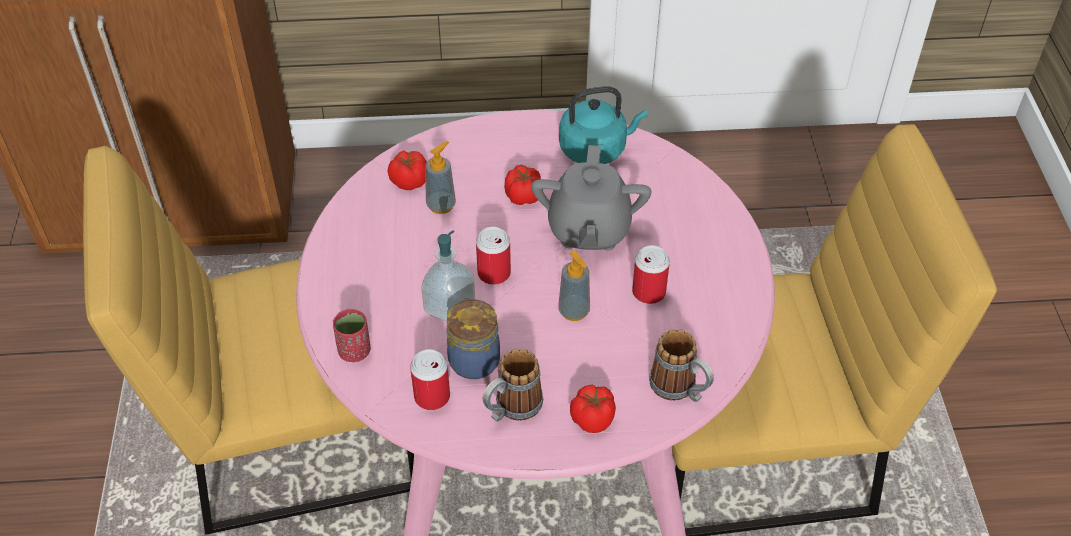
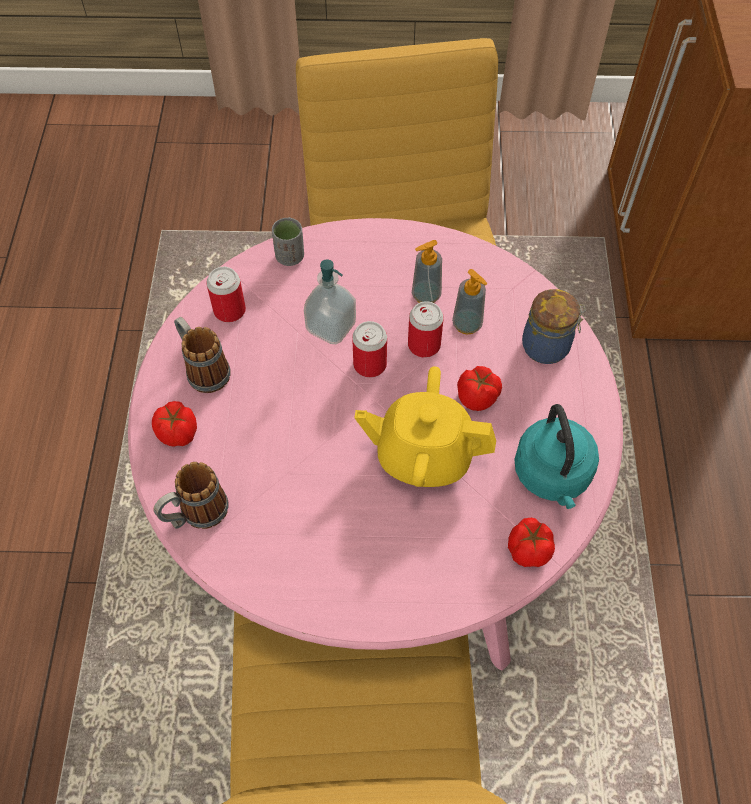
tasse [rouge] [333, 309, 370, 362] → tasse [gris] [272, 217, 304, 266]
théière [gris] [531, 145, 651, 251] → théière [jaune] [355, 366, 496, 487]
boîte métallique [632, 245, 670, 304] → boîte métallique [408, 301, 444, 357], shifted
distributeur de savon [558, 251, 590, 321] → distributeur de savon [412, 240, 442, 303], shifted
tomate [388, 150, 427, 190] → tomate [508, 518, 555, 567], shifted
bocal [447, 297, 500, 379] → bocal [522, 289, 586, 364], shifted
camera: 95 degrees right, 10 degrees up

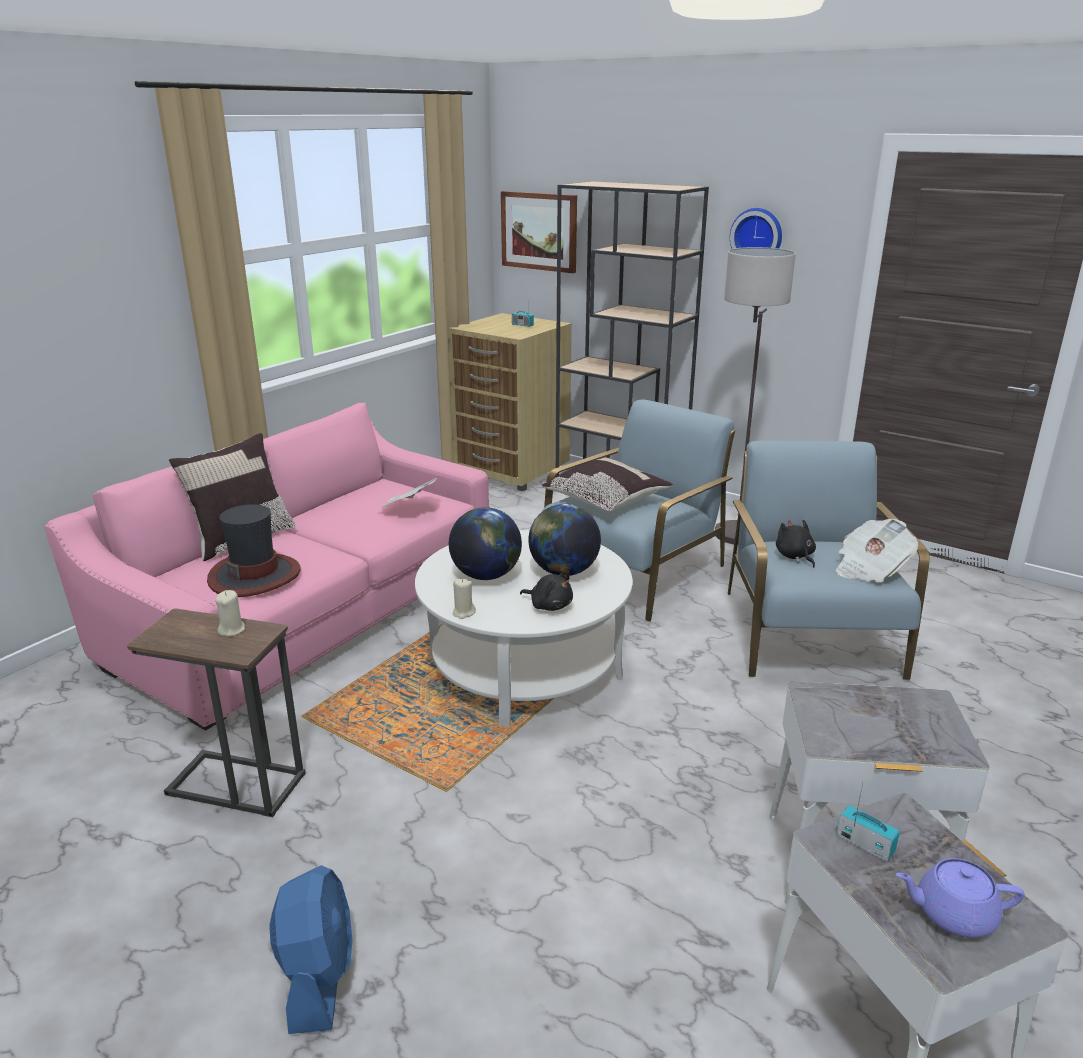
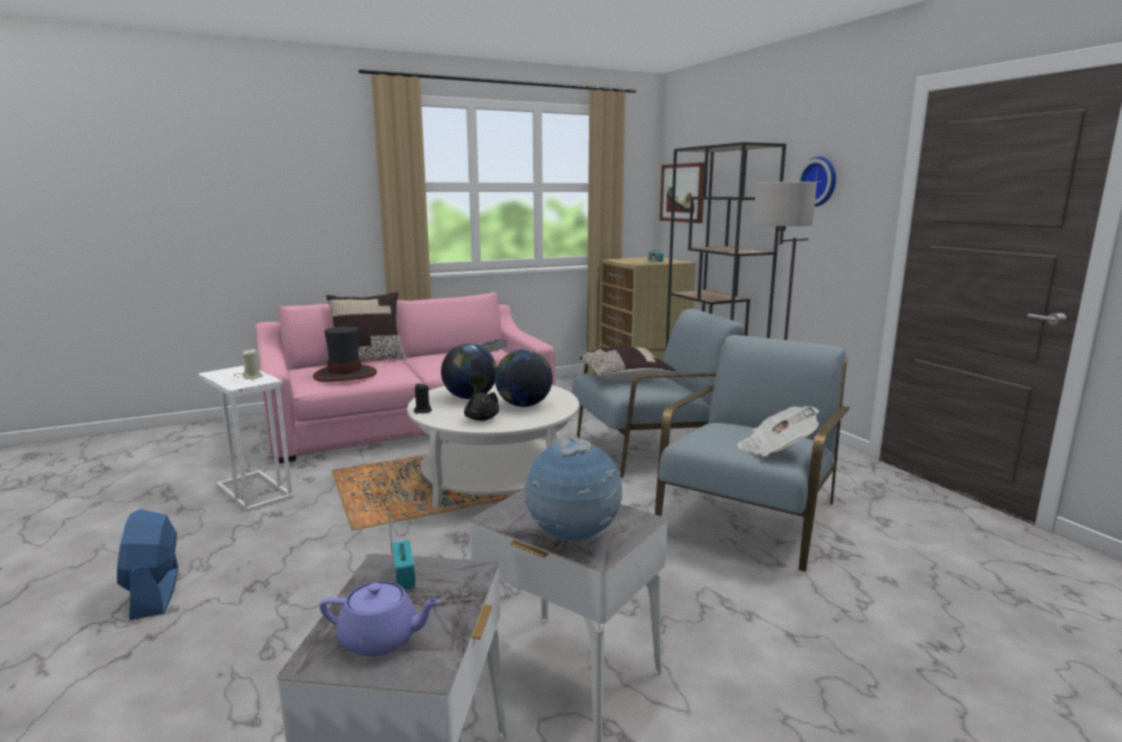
ventilateur [bleu] [269, 865, 353, 1034] → ventilateur [bleu] [117, 509, 178, 620], 135 degrees clockwise
table d'appoint [marron] [127, 608, 306, 817] → table d'appoint [blanc] [198, 366, 294, 512]
théière [violet] [896, 858, 1024, 938] → théière [violet] [320, 581, 441, 656], 150 degrees clockwise
bougie [beige] [453, 579, 476, 619] → bougie [noir] [414, 383, 432, 414]
- → globe [523, 437, 622, 543]
peluche [noir] [776, 520, 816, 567] → -
camera: 30 degrees right, 10 degrees down

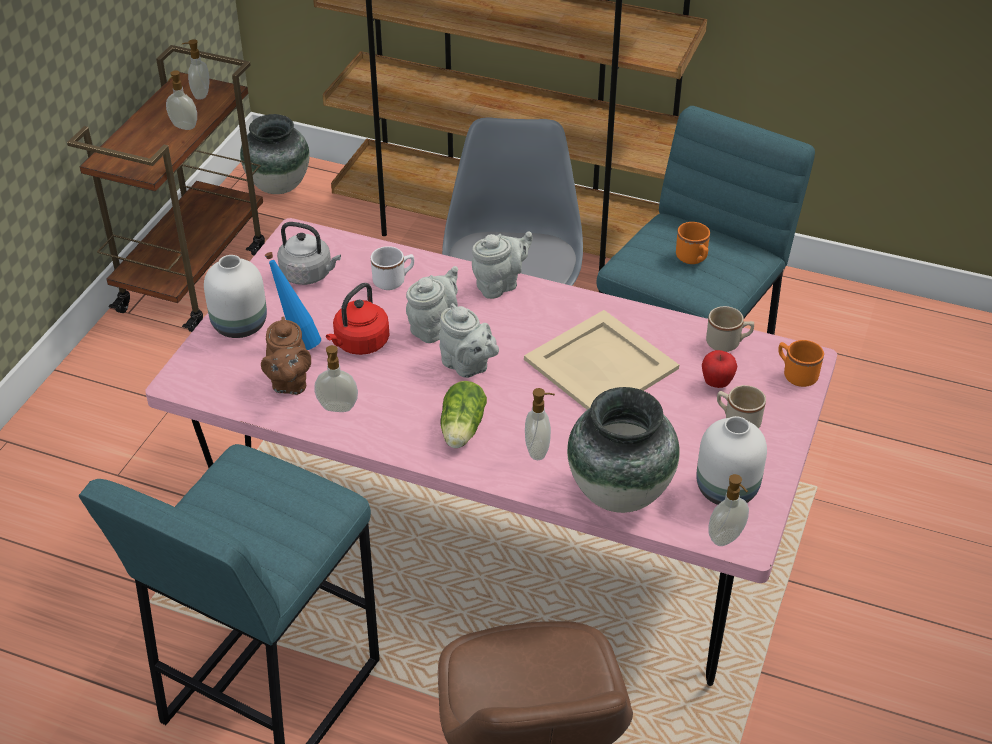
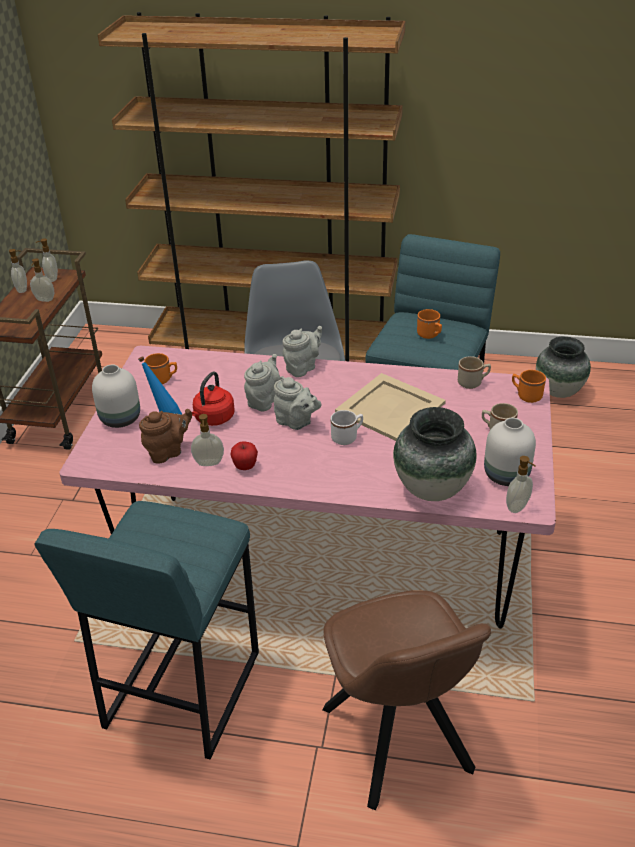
distributeur de savon [525, 388, 555, 460] → distributeur de savon [9, 249, 27, 293], shifted
théière [marron] [261, 316, 311, 395] → théière [marron] [139, 409, 192, 463], 105 degrees counterclockwise
bouilloire [gris] [277, 222, 341, 285] → mug [orange] [144, 353, 177, 384]
pomme [702, 350, 737, 388] → pomme [230, 441, 258, 470], shifted
mug [blanc] [371, 246, 414, 290] → mug [blanc] [331, 410, 363, 445], shifted
vase [240, 114, 310, 194] → vase [536, 336, 591, 398], shifted
laitue [441, 381, 487, 448] → -
camera: 10 degrees left, 5 degrees down

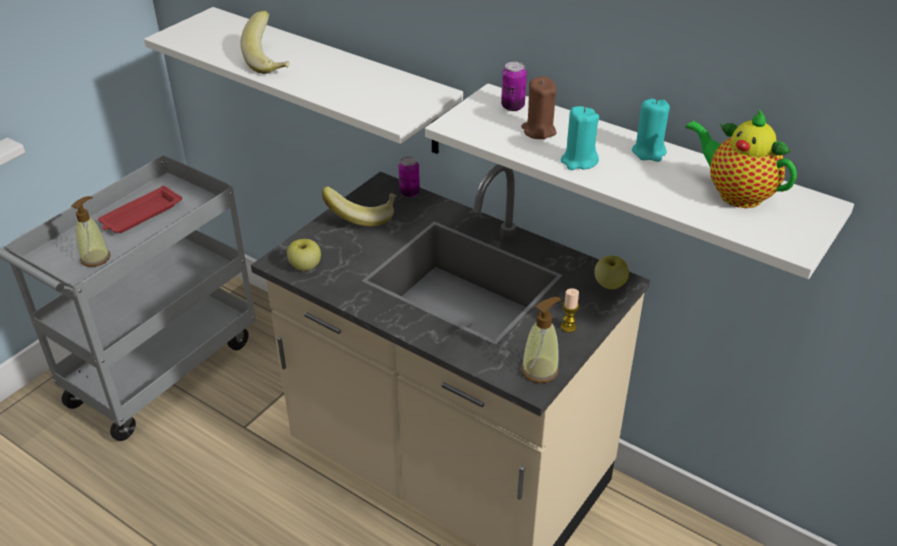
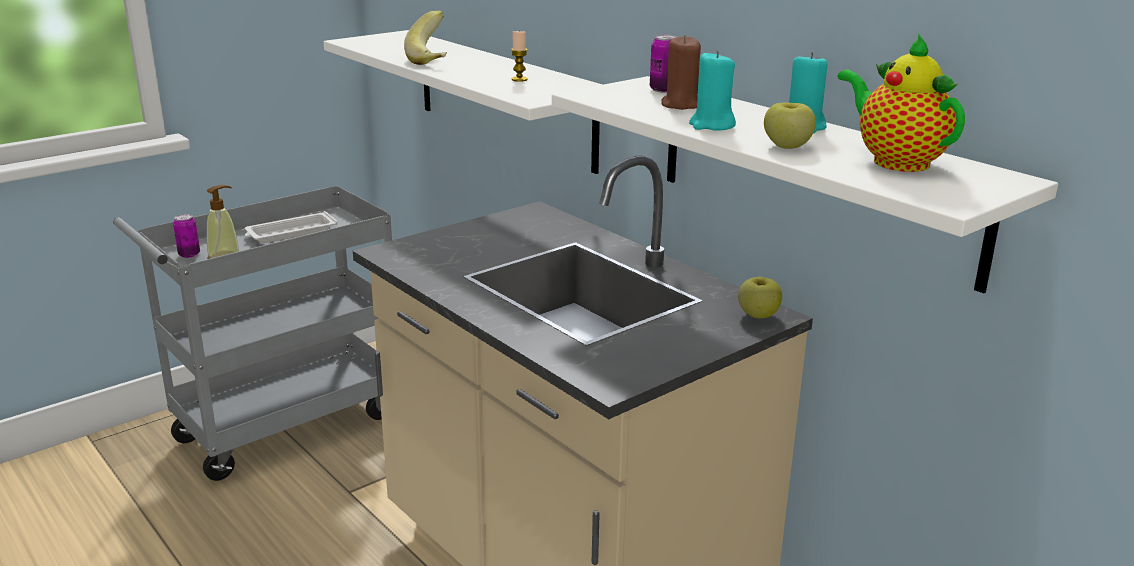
boîte métallique [399, 156, 420, 198] → boîte métallique [173, 214, 200, 258], shifted
plateau [rouge] [98, 185, 182, 233] → plateau [blanc] [245, 211, 338, 243]
bougie [561, 288, 579, 332] → bougie [511, 31, 528, 82], shifted
pomme [287, 239, 321, 271] → pomme [764, 103, 816, 149], shifted
banane [322, 187, 397, 226] → -
distributeur de savon [521, 297, 562, 383] → -
camera: 15 degrees right, 15 degrees down

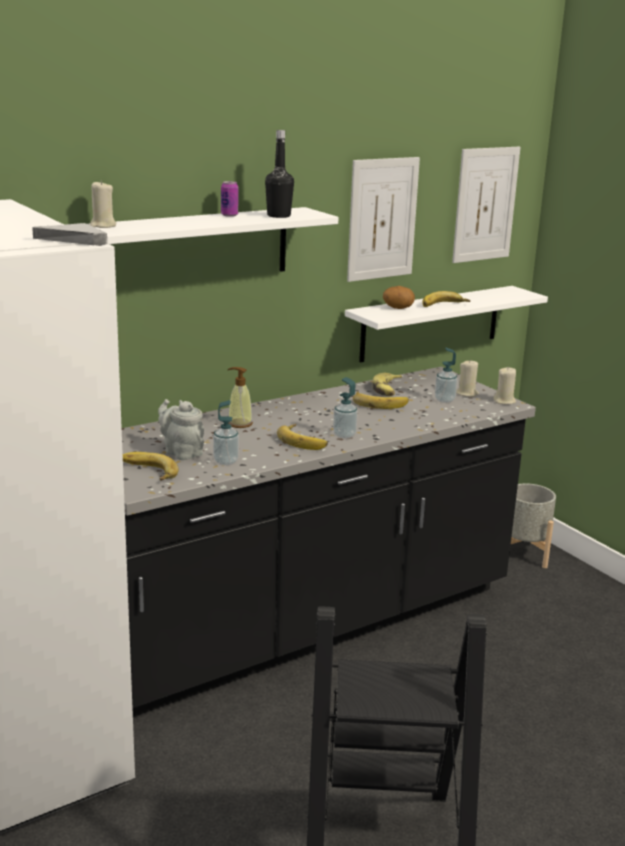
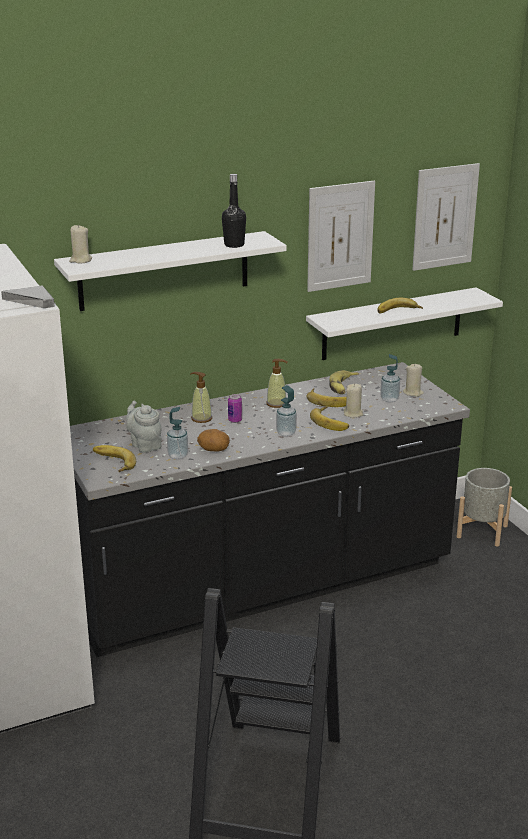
pomme de terre [383, 286, 415, 309] → pomme de terre [197, 429, 230, 452], shifted
boîte métallique [221, 181, 238, 217] → boîte métallique [228, 394, 242, 423], shifted
- → distributeur de savon [266, 359, 288, 408]
banane [277, 424, 328, 450] → banane [310, 407, 349, 431], shifted
bougie [beige] [493, 367, 516, 405] → bougie [beige] [344, 384, 363, 418], shifted
camera: 10 degrees right, 5 degrees up

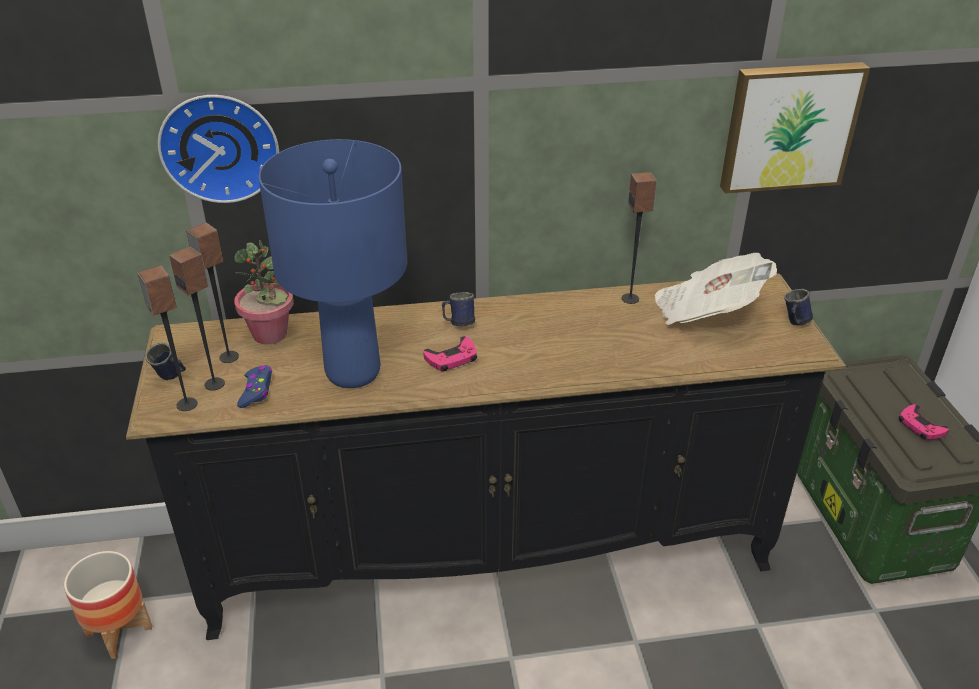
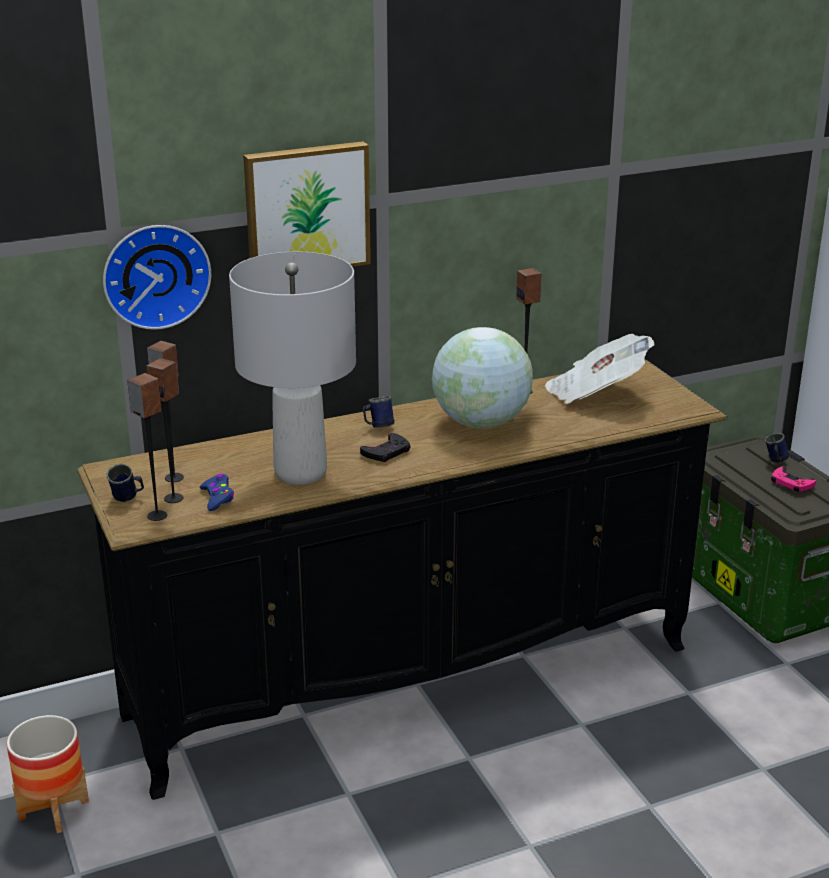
lampe de table [bleu] [258, 139, 407, 388] → lampe de table [gris] [229, 252, 356, 485]
tableau [720, 62, 870, 194] → tableau [243, 141, 371, 267], shifted
manette [rose] [423, 336, 477, 372] → manette [noir] [360, 433, 411, 462]
- → globe [432, 327, 533, 429]
mug [bleu] [784, 289, 813, 325] → mug [bleu] [765, 433, 789, 463], shifted
plante en pot [234, 239, 294, 345] → -
camera: 15 degrees left, 10 degrees down

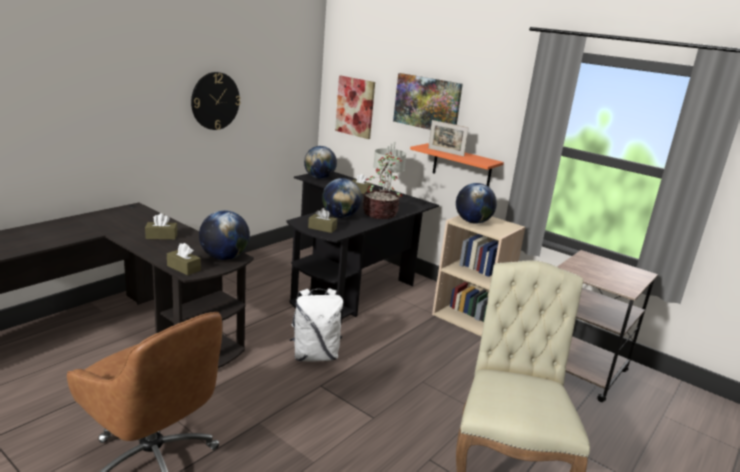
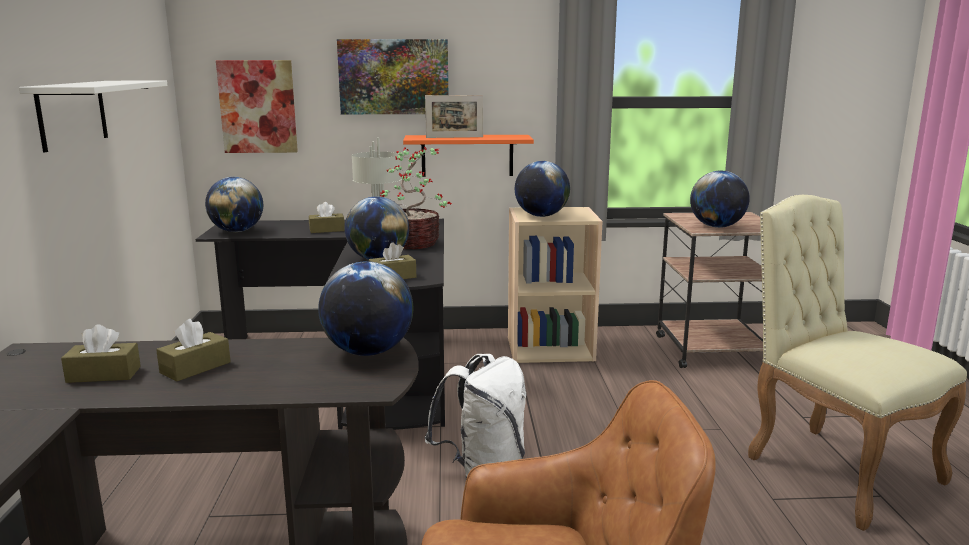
horloge murale [191, 72, 241, 130] → étagère [blanc] [19, 81, 167, 152]
boîte à mouchoirs [marron] [167, 243, 201, 276] → boîte à mouchoirs [marron] [61, 325, 141, 383], shifted
- → globe [690, 171, 750, 228]
camera: 40 degrees left, 5 degrees down

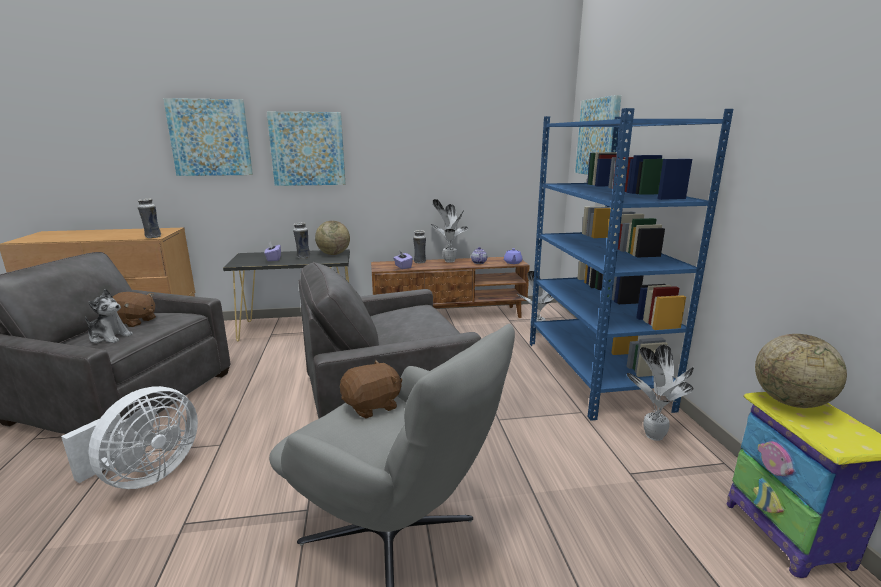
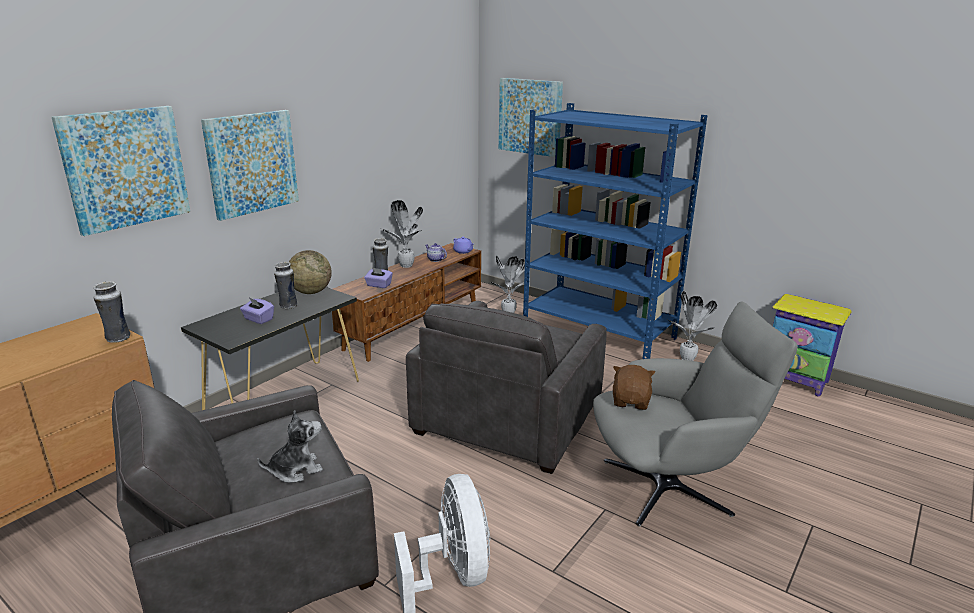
peluche [marron] [113, 292, 156, 327] → -
globe [755, 334, 847, 408] → -
camera: 45 degrees left, 5 degrees up

